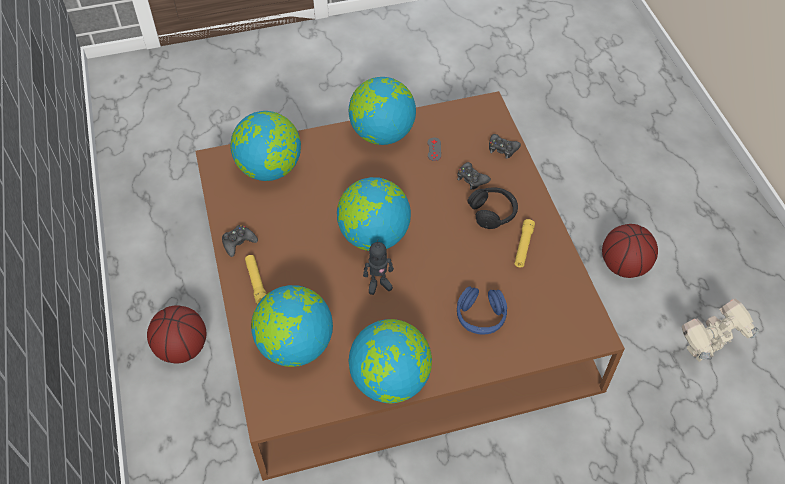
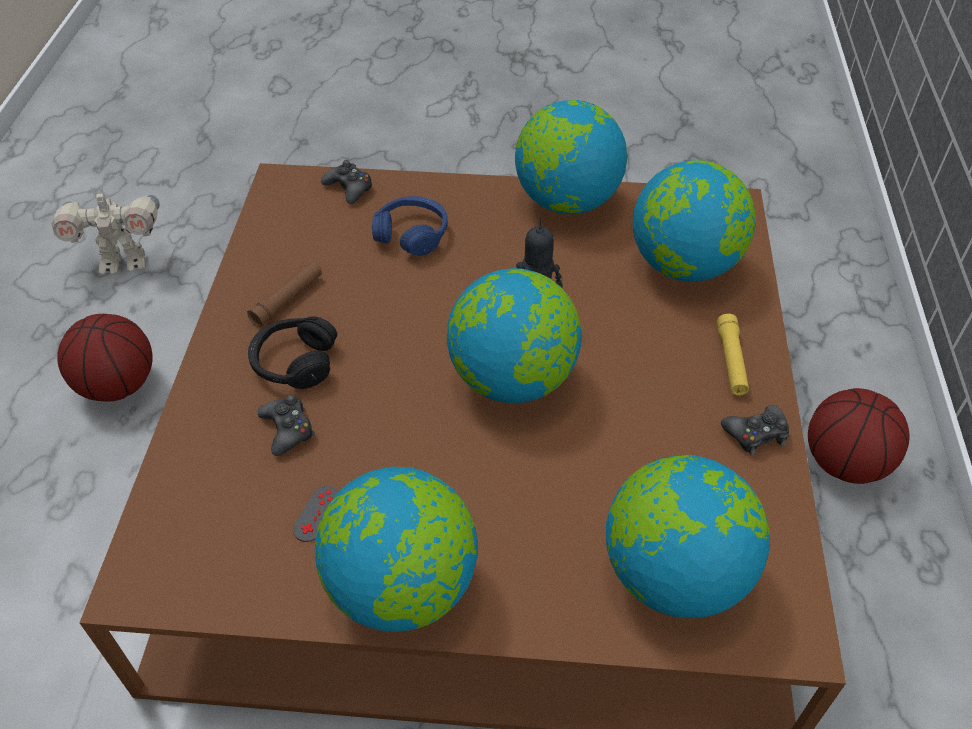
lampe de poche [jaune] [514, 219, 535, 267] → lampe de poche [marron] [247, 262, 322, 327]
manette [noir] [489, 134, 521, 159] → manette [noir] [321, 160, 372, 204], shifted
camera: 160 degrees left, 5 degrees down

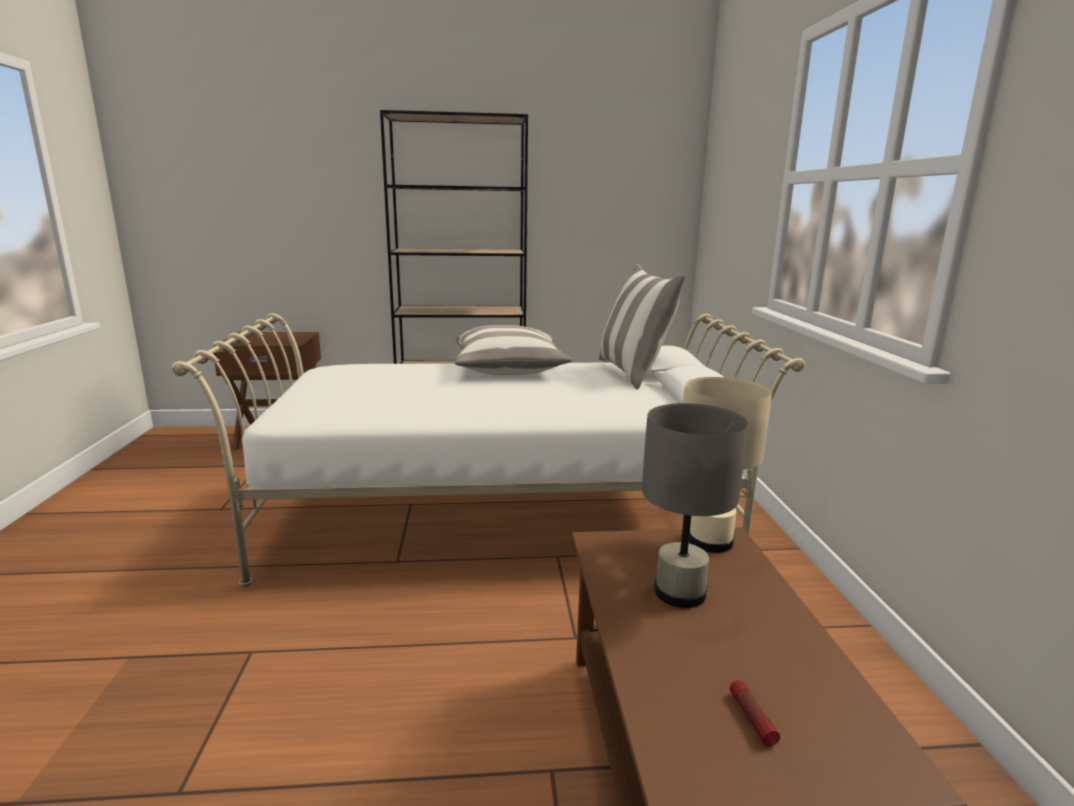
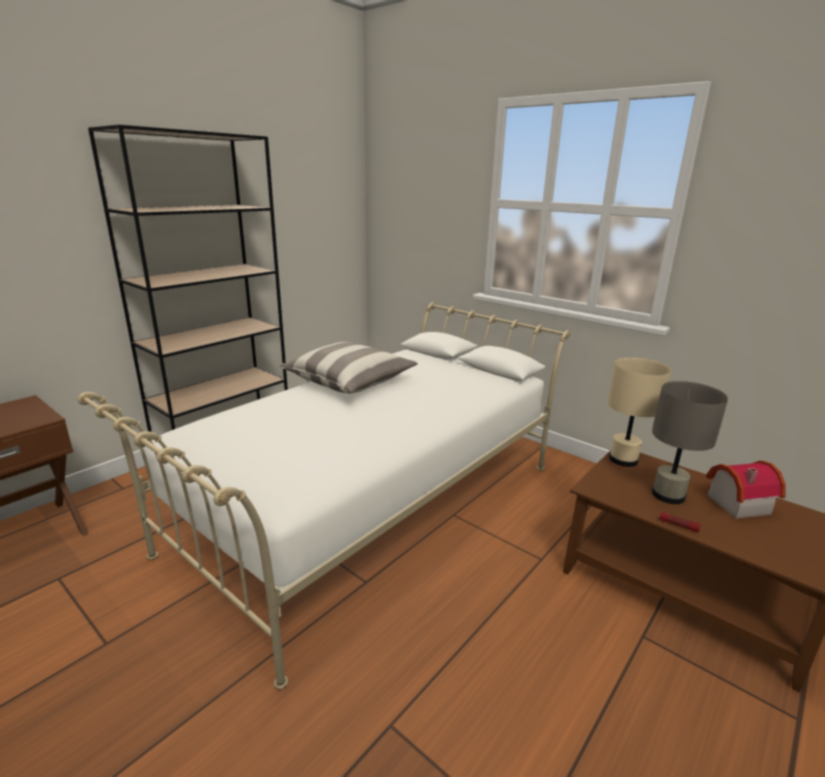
lampe de poche [730, 680, 780, 746] → lampe de poche [659, 512, 701, 533], shifted
- → maison miniature [706, 460, 786, 519]
coussin [599, 264, 685, 389] → -
camera: 45 degrees left, 5 degrees up

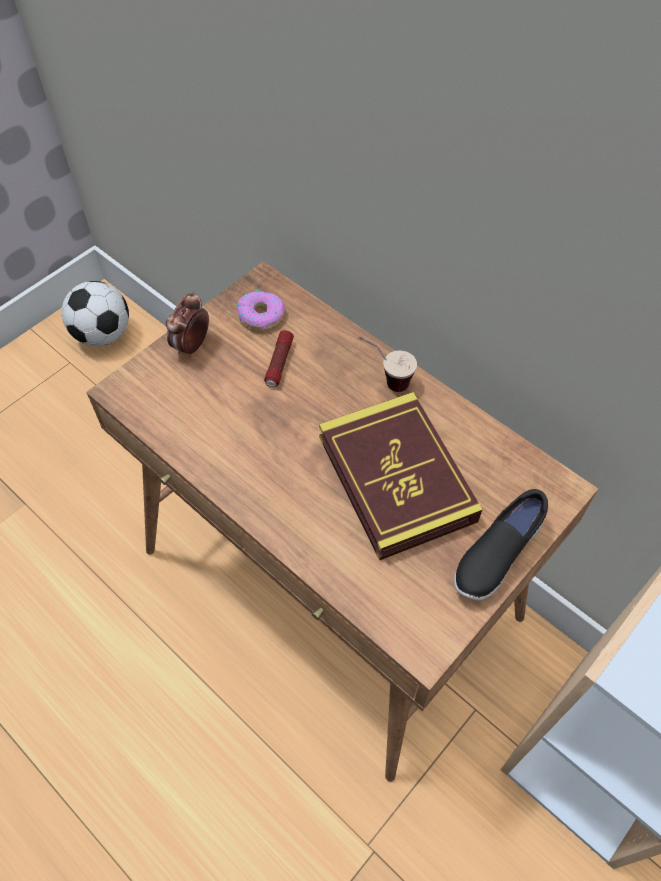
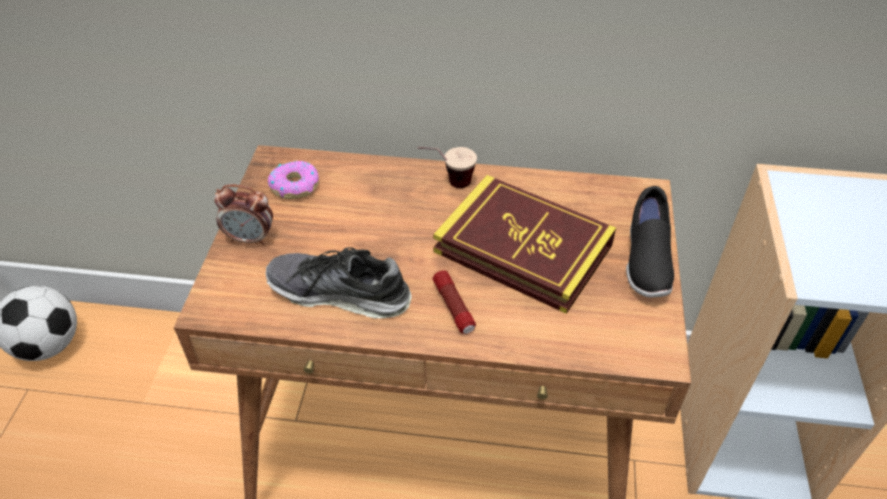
réveil [166, 292, 209, 357] → réveil [214, 184, 273, 245], 75 degrees counterclockwise
- → chaussure [266, 247, 412, 318]
lampe de poche [264, 330, 294, 387] → lampe de poche [433, 270, 476, 334], shifted
camera: 35 degrees left, 10 degrees down

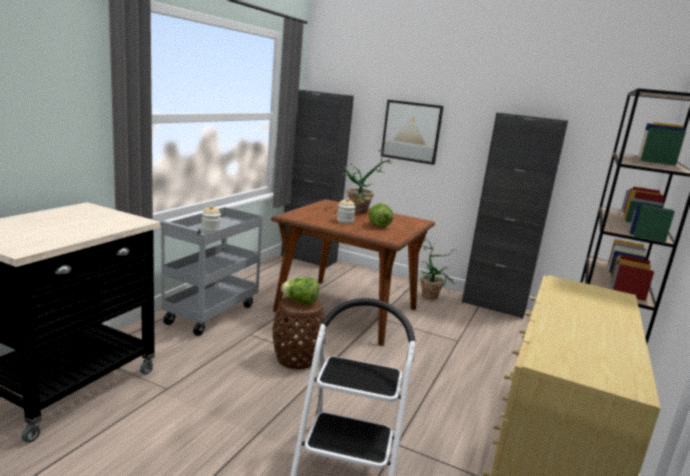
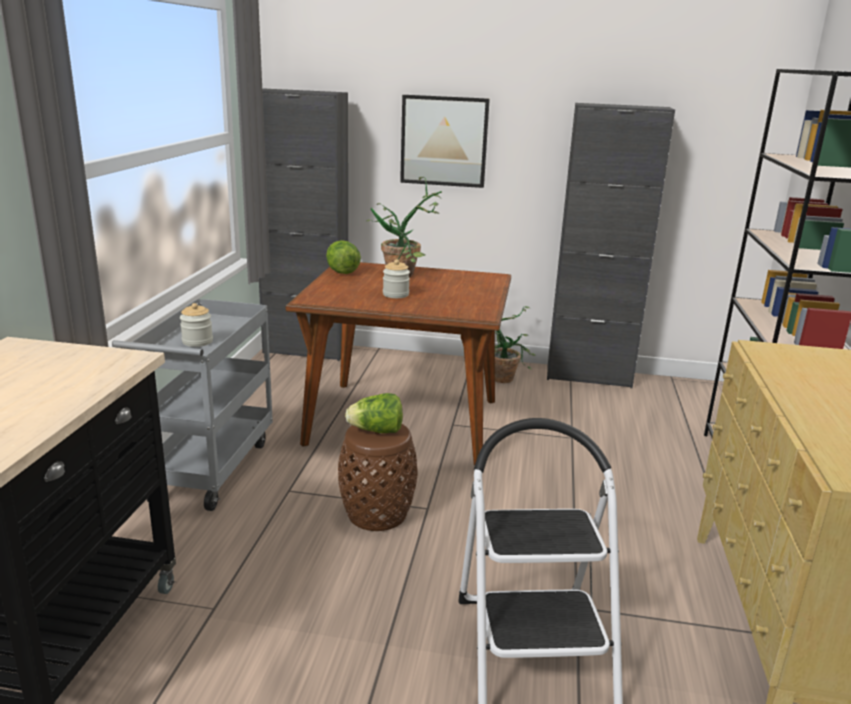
laitue [369, 203, 393, 228] → laitue [326, 240, 361, 274], shifted
camera: 15 degrees left, 5 degrees up

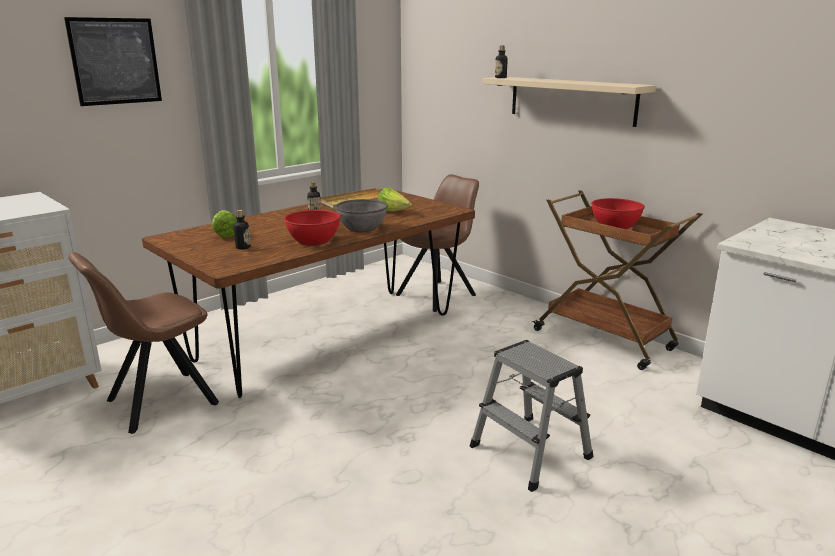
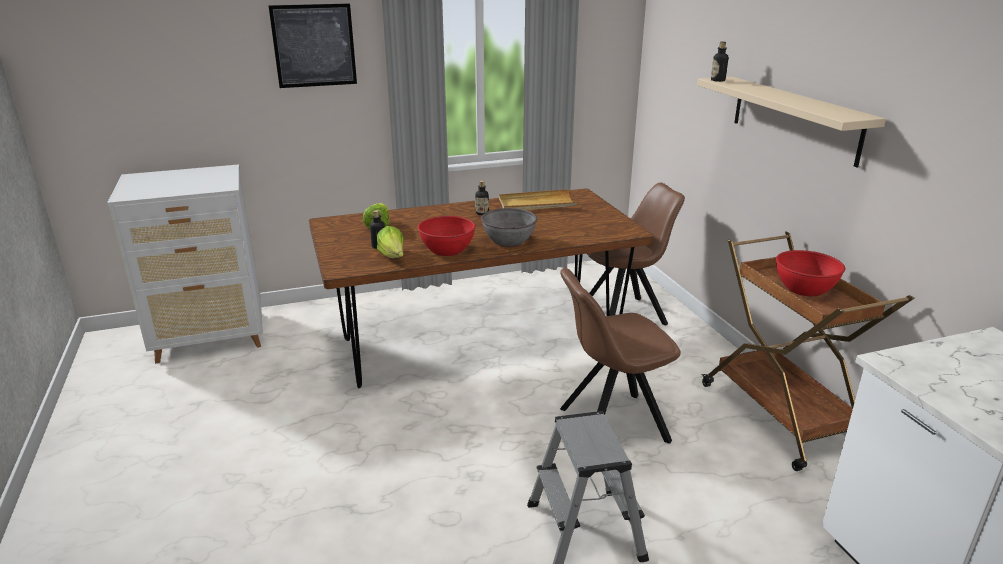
laitue [378, 188, 412, 212] → laitue [377, 226, 404, 258], shifted
chaise [marron] [68, 252, 219, 434] → chaise [marron] [560, 268, 681, 444], shifted
camera: 25 degrees right, 5 degrees up

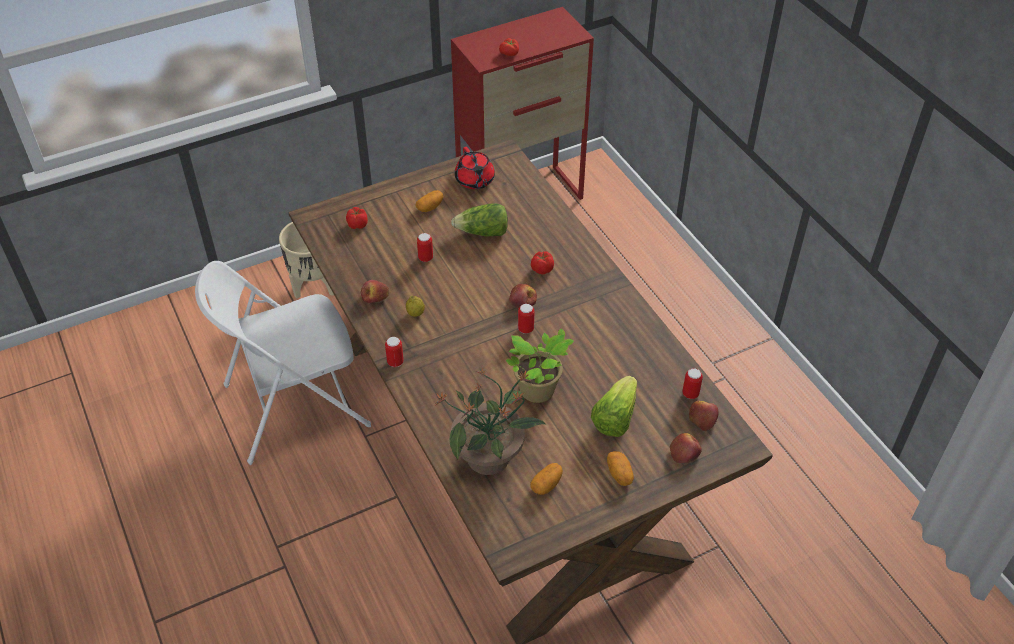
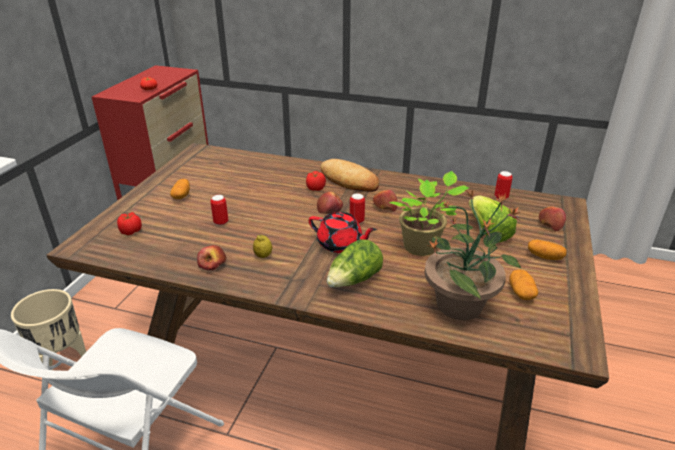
théière [rouge] [455, 147, 495, 189] → théière [rouge] [309, 212, 377, 253], shifted
- → pain [320, 159, 379, 192]
laitue [451, 203, 508, 236] → laitue [327, 239, 383, 287], shifted
pomme [689, 401, 719, 431] → pomme [373, 190, 398, 212], shifted
boîte métallique [385, 337, 404, 367] → -
camera: 45 degrees left, 15 degrees down

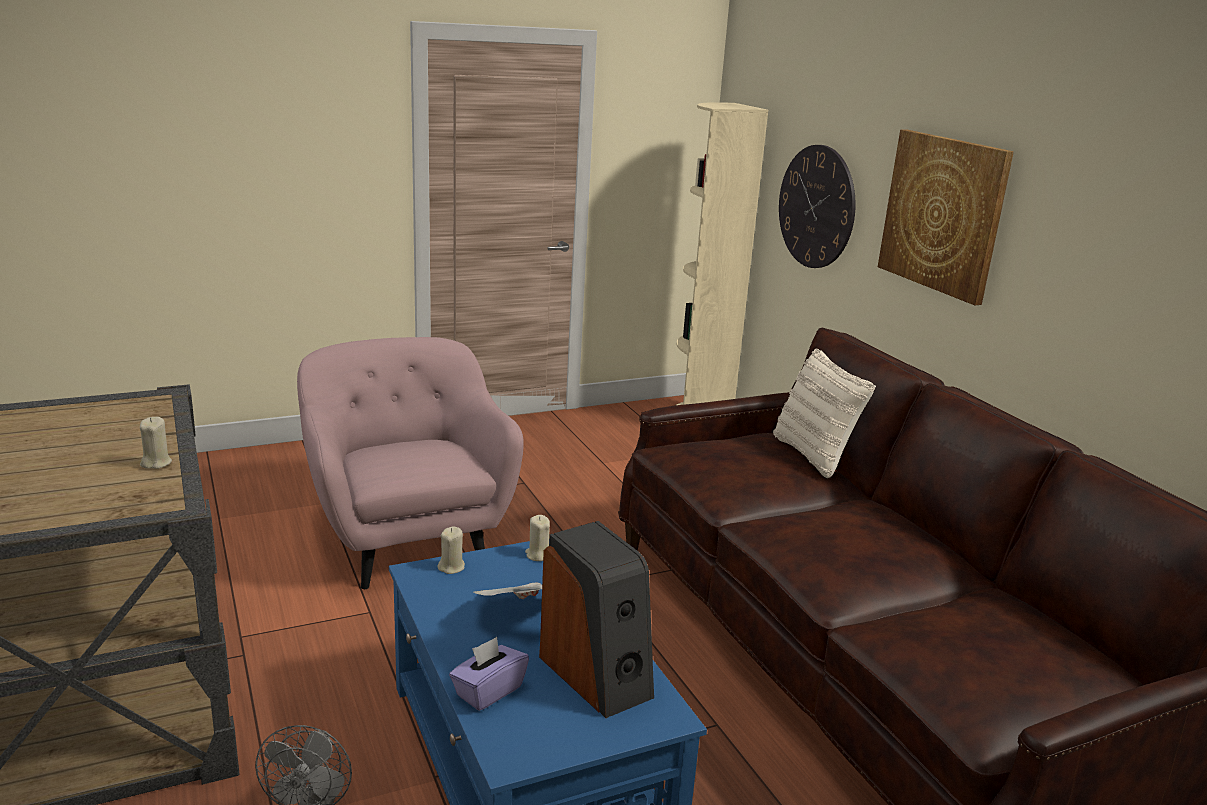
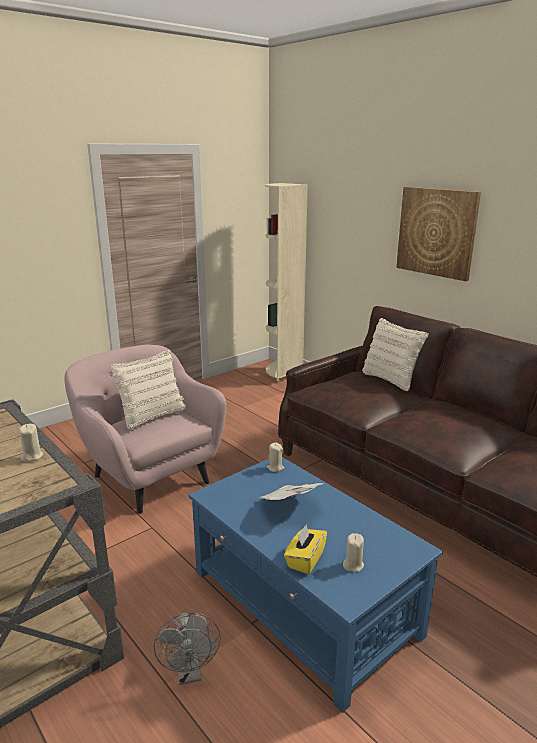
- → coussin [beige] [110, 350, 186, 430]
boîte à mouchoirs [violet] [449, 637, 529, 711] → boîte à mouchoirs [jaune] [284, 524, 327, 574]
bougie [beige] [437, 526, 465, 574] → bougie [beige] [343, 533, 364, 572], shifted
enceinte [539, 521, 654, 718] → -
horloge murale [779, 145, 856, 268] → -
camera: 15 degrees left, 0 degrees up

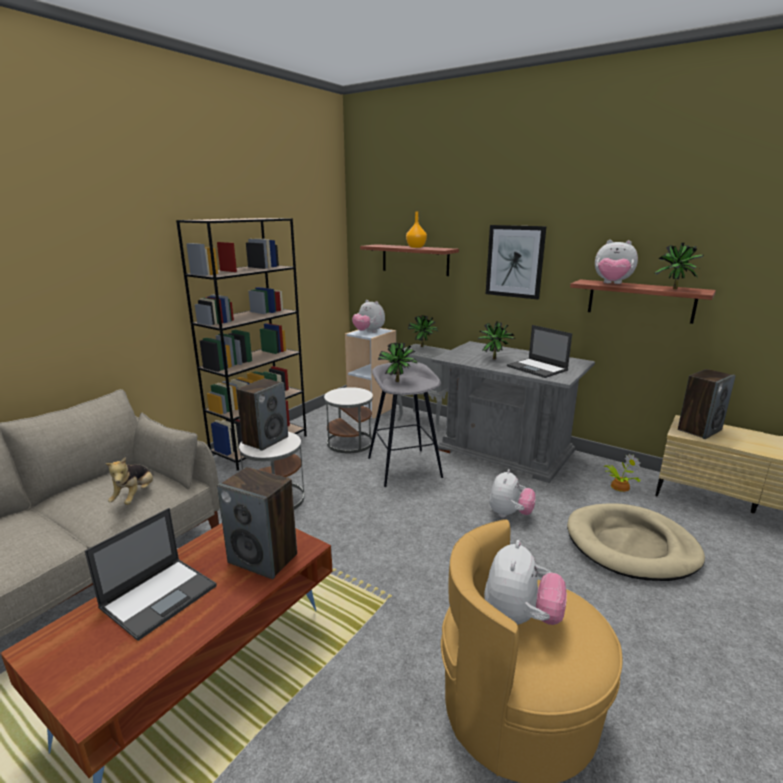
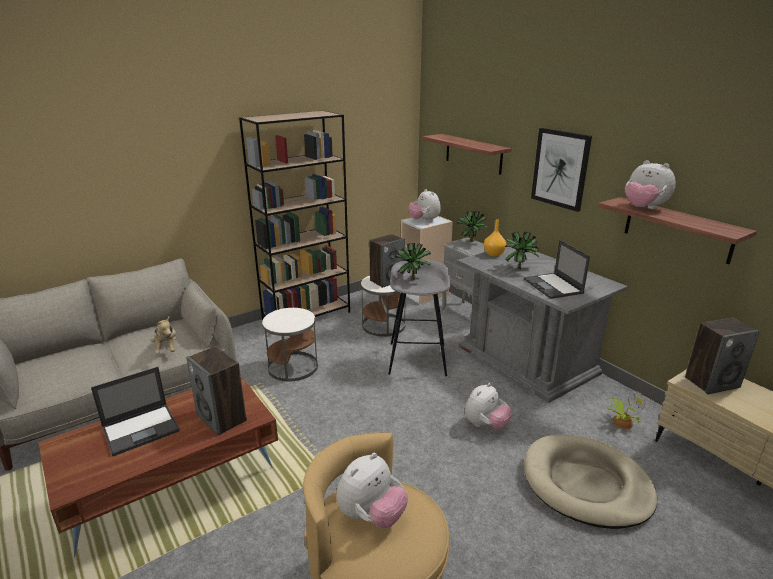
peluche [106, 457, 153, 505] → peluche [150, 317, 176, 354], 45 degrees counterclockwise
enceinte [236, 378, 288, 451] → enceinte [369, 234, 405, 288], shifted
vase [orange] [406, 212, 427, 248] → vase [orange] [484, 219, 507, 256], shifted
plante en pot [655, 243, 703, 289] → -
camera: 20 degrees right, 5 degrees up

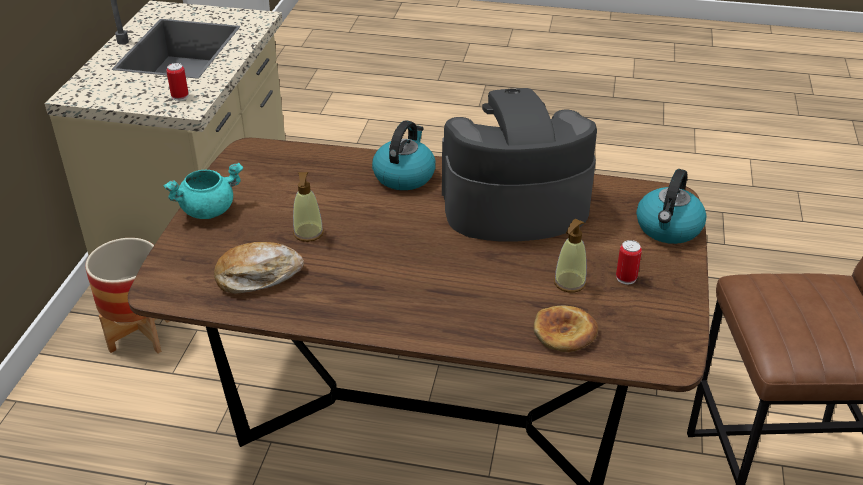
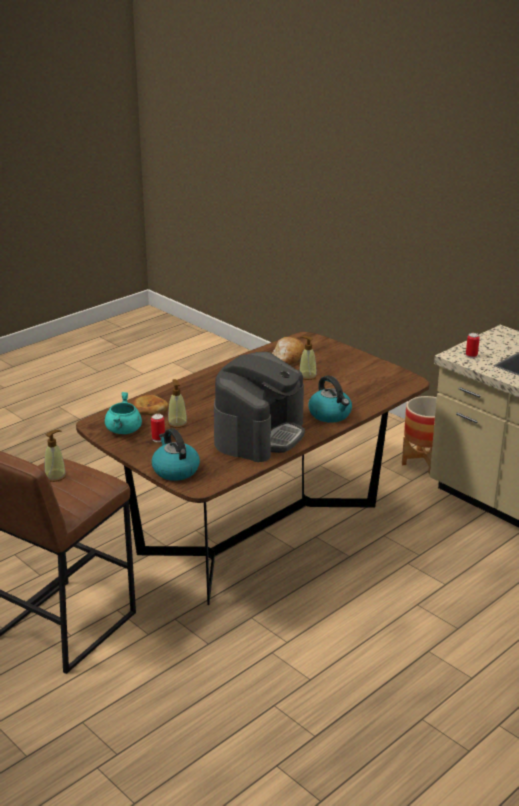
- → distributeur de savon [45, 430, 66, 482]
marmite [turquoise] [164, 163, 243, 219] → marmite [turquoise] [105, 392, 142, 434], shifted
camera: 125 degrees right, 10 degrees down

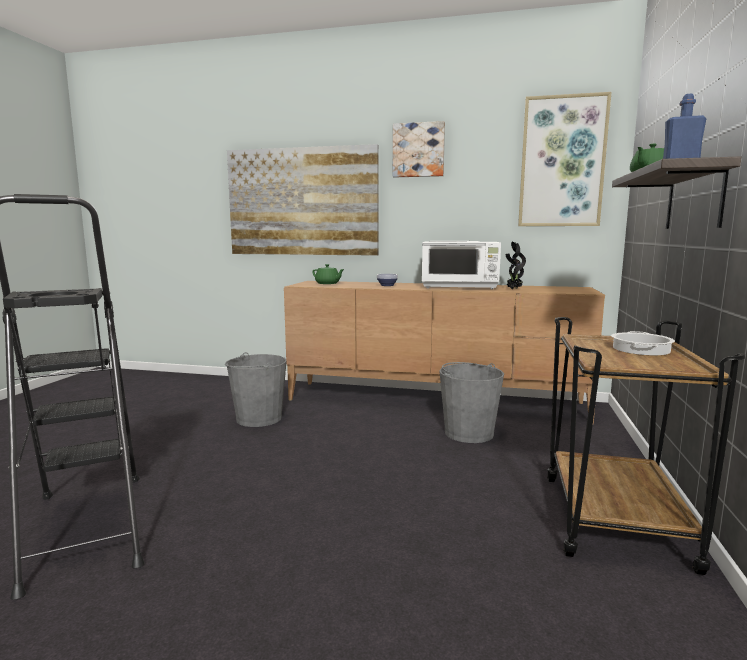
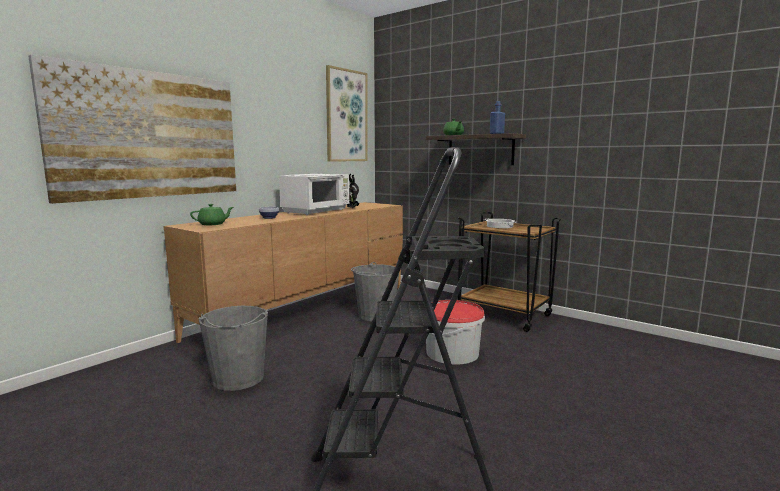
- → seau [426, 300, 485, 365]
tableau [393, 121, 445, 177] → -
camera: 65 degrees left, 0 degrees up

